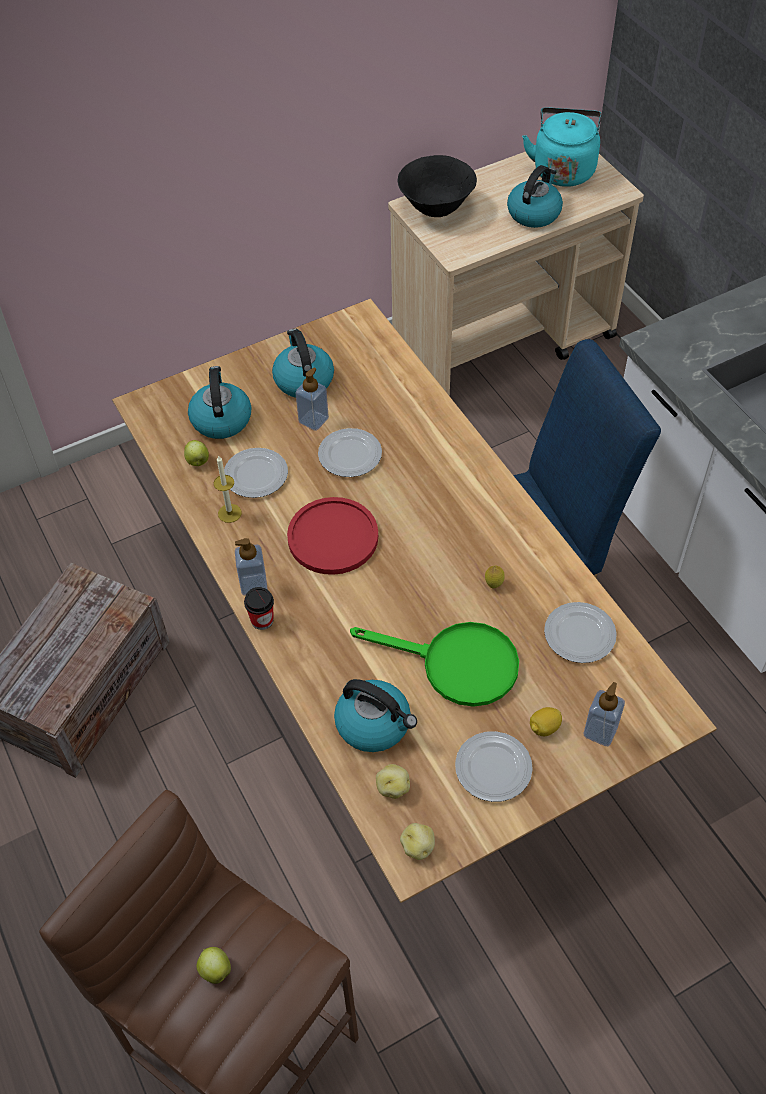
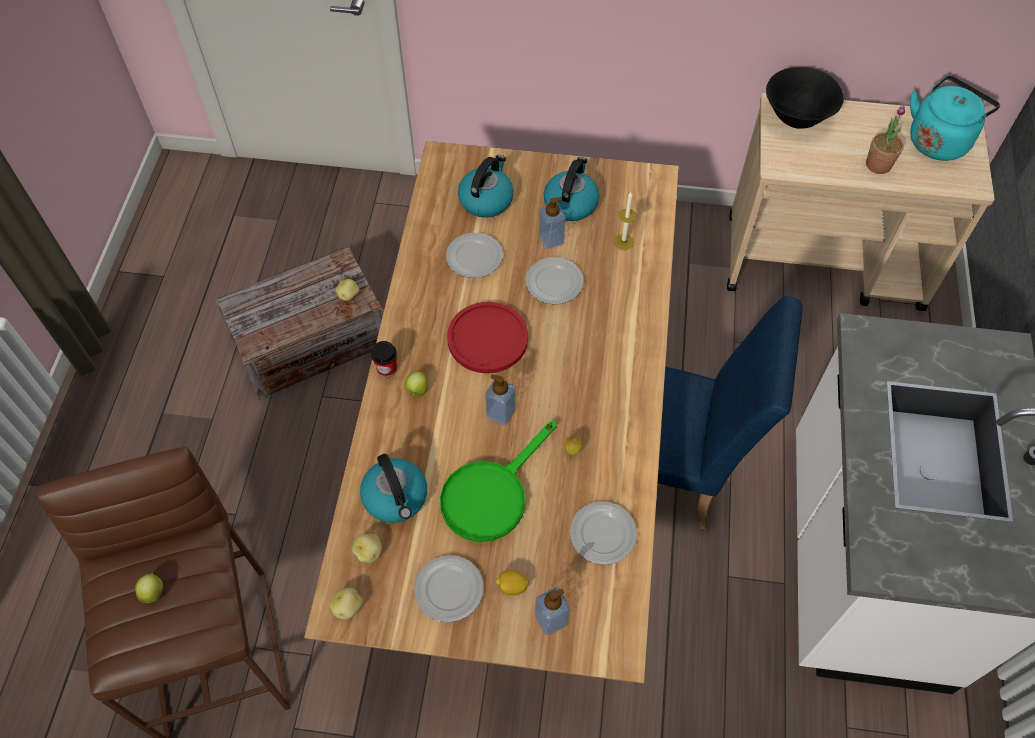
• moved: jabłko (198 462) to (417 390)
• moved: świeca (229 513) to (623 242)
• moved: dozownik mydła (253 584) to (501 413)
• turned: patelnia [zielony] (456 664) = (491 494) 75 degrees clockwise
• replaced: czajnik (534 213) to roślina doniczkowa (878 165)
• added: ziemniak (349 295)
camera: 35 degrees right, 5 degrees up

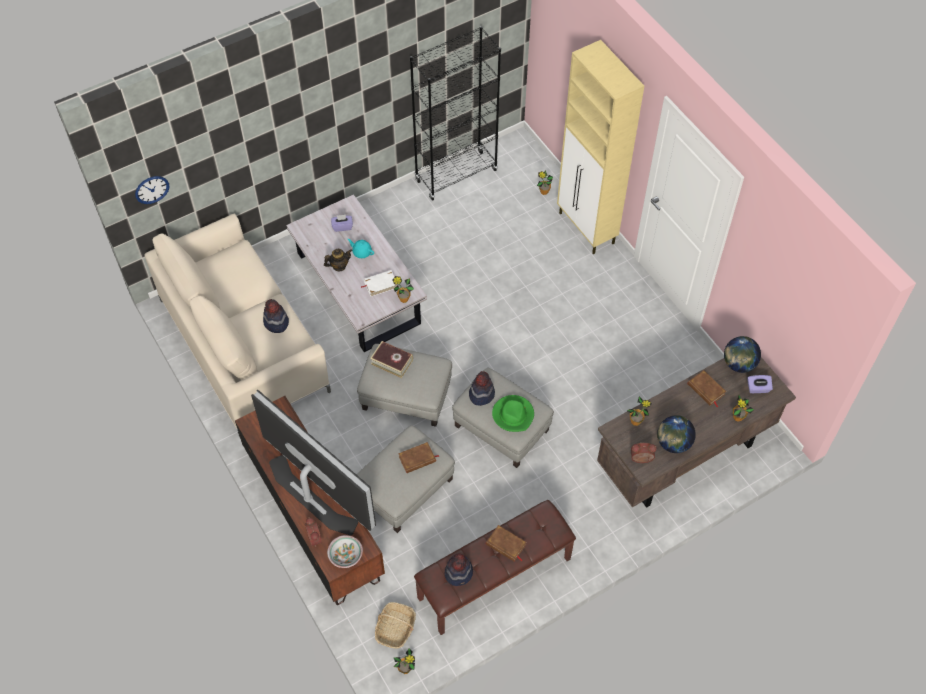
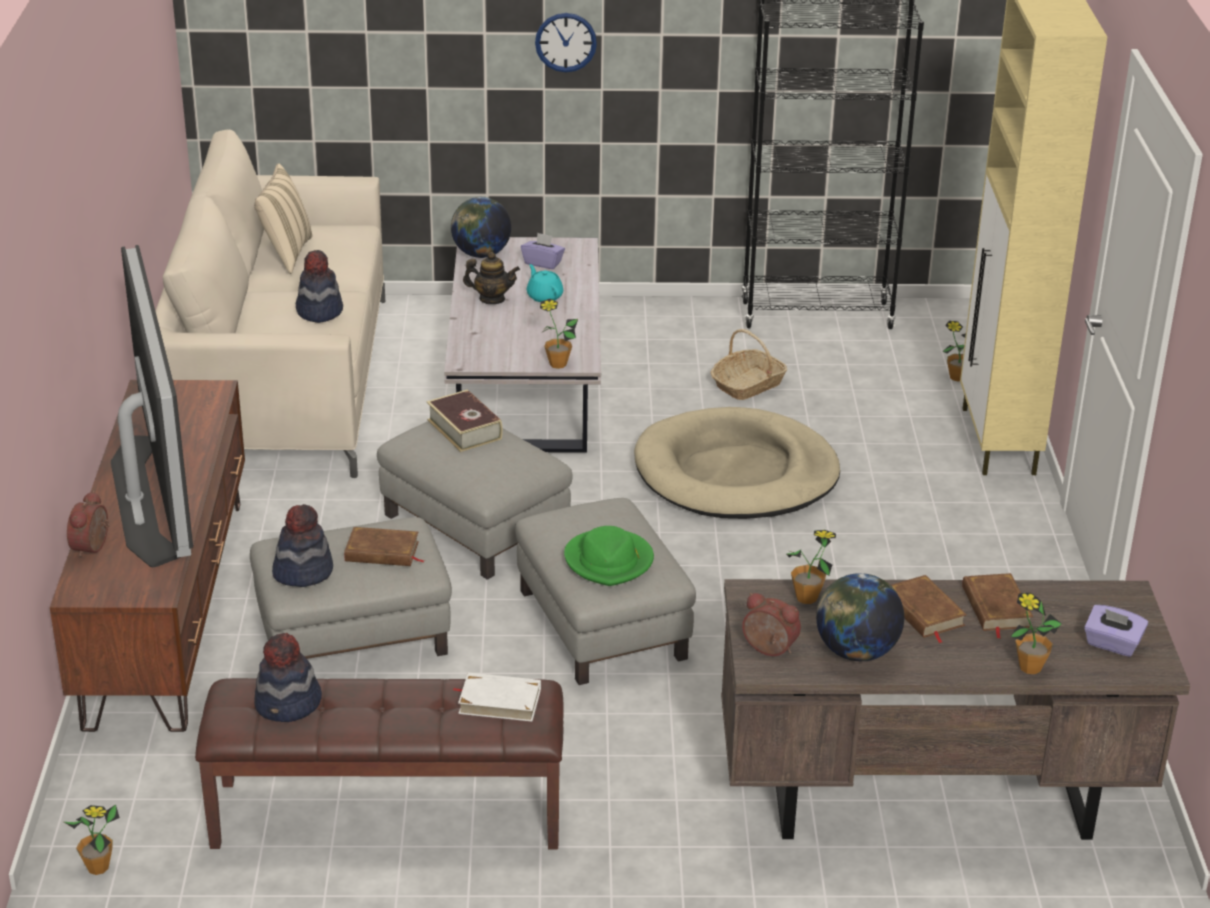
• moved: zegar ścienny (152 189) to (565 42)
• removed: miska (346 555)
• moved: książka [biały] (380 284) to (499 701)
• moved: koszyk (395 628) to (748 385)
• moved: kapelusz (481 394) to (303 571)
• moved: książka [brązowy] (506 545) to (923 612)
• moved: globus (738 364) to (481 254)
• added: poduszka [beżowy] (285 254)
• added: legowisko [beżowy] (736 473)
camera: 30 degrees right, 25 degrees down

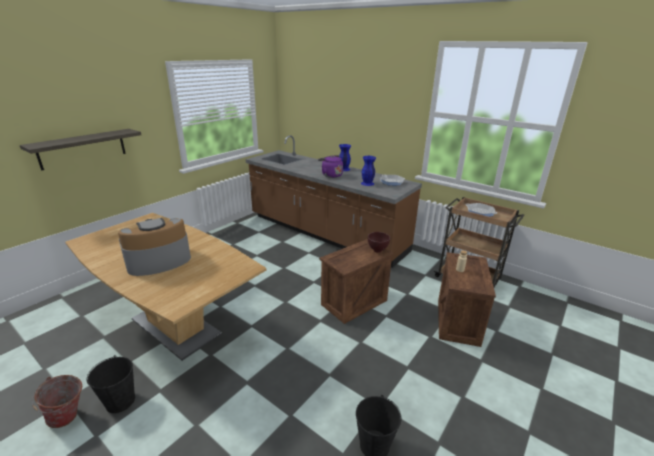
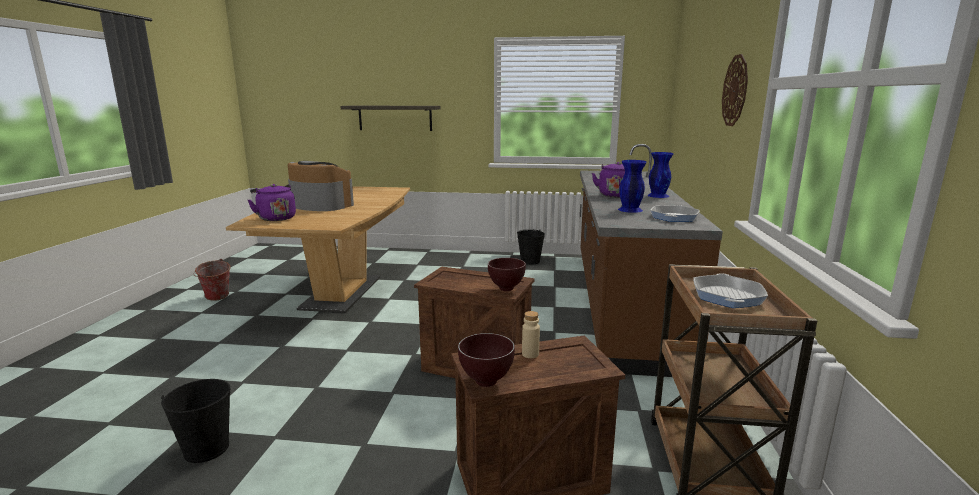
• moved: wiadro [czarny] (120 401) to (530 261)
• added: czajnik [fioletowy] (275 218)
• added: miska [brązowy] (487 383)
• added: zegar ścienny (735 90)
camera: 60 degrees right, 10 degrees down

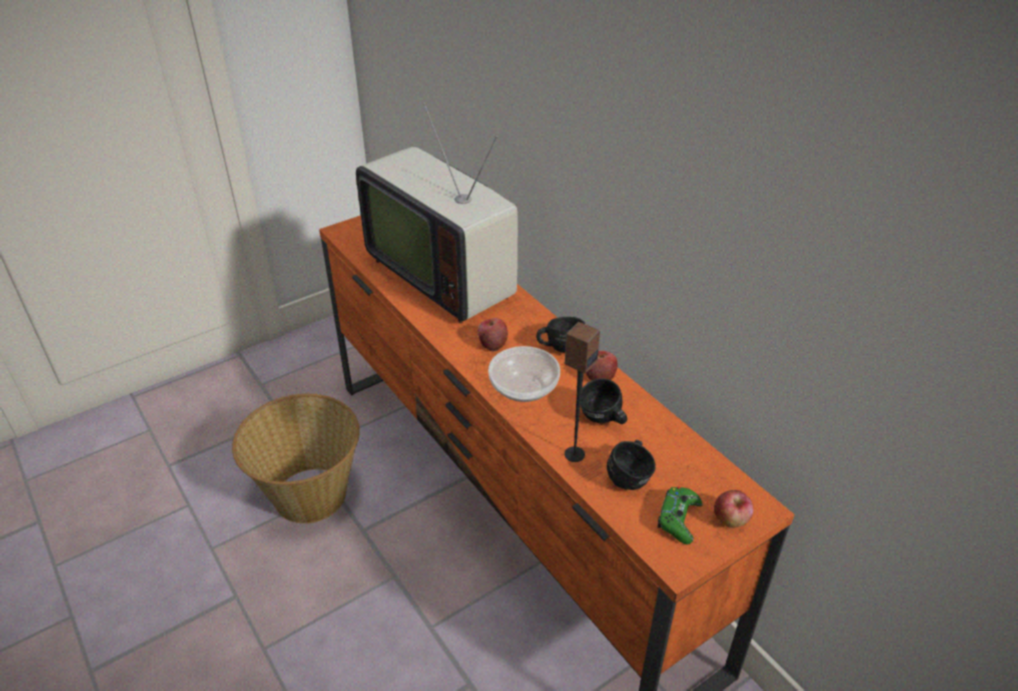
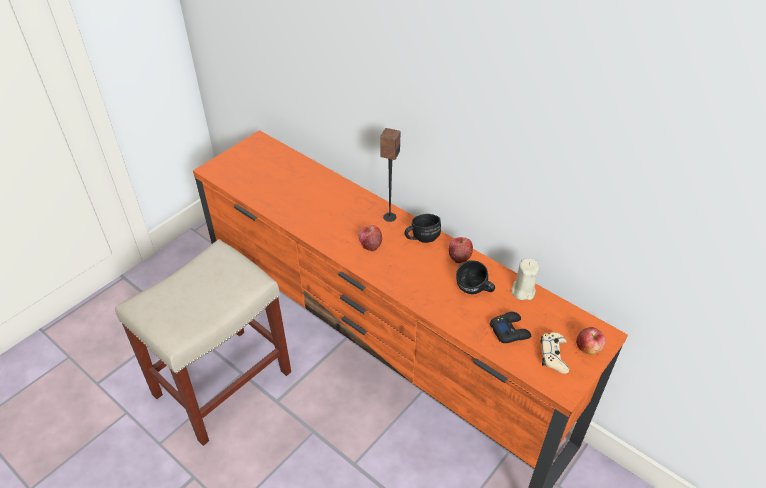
• replaced: koszyk (309 494) to stołek [beżowy] (224 381)
• removed: telewizor (444 274)
• removed: miska (524 389)
• moved: głośnik (574 454) to (389 217)
• replaced: kubek [czarny] (631 477) to pad do gier [czarny] (510 331)
• recoloured: pad do gier [zielony] (678 519) to pad do gier [beżowy] (553 355)
• added: świeca [beżowy] (522 291)
camera: 15 degrees left, 5 degrees up

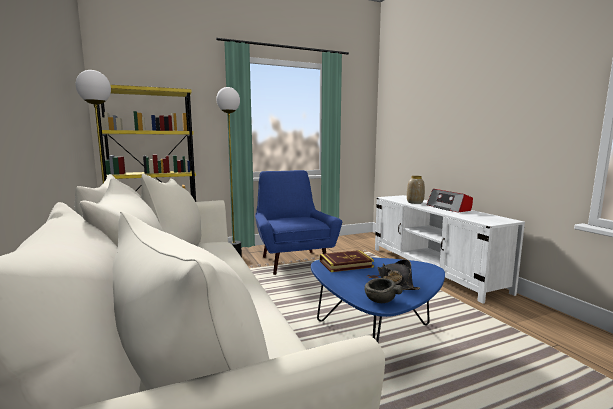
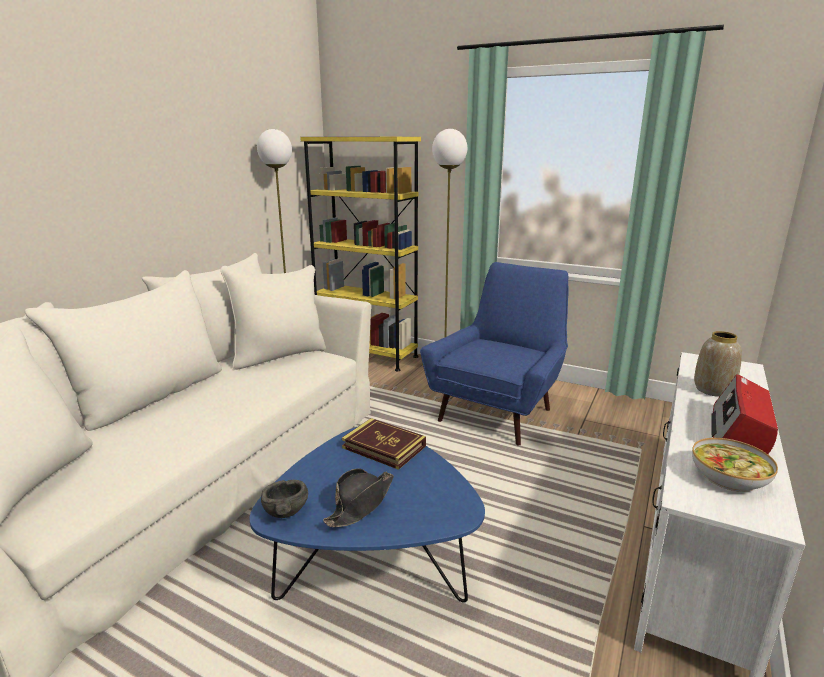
• added: miska (728 476)
camera: 50 degrees right, 10 degrees up

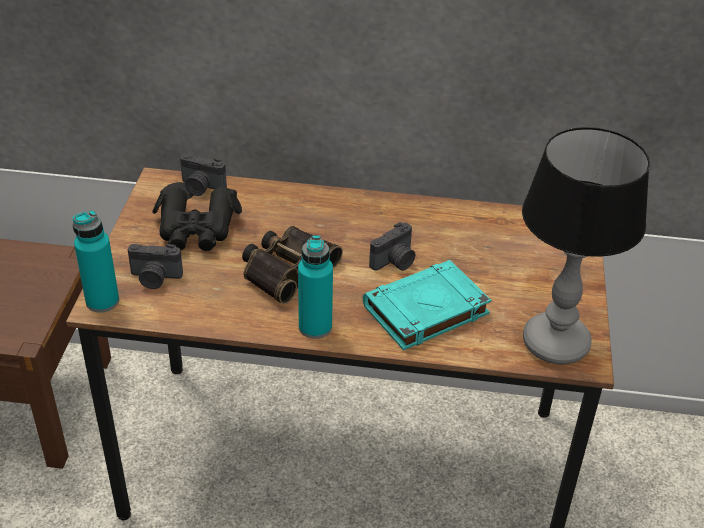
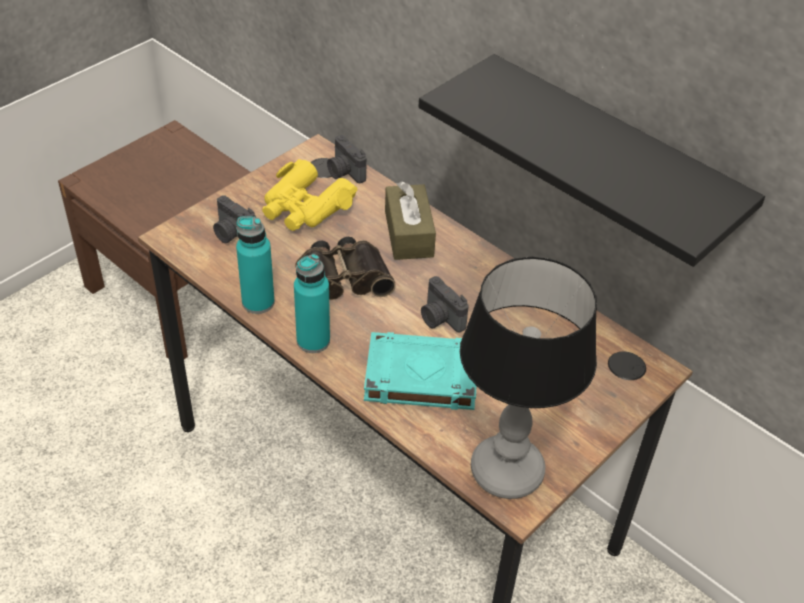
• moved: butelka [turkusowy] (102 301) to (258 302)
• recoloured: lornetka [czarny] (196 229) to lornetka [żółty] (305 207)
• turned: aparat fotograficzny (395 262) = (440 318) 60 degrees clockwise
• added: pudełko chusteczek [brązowy] (408 233)
• added: półka [czarny] (609 166)
camera: 35 degrees right, 5 degrees up

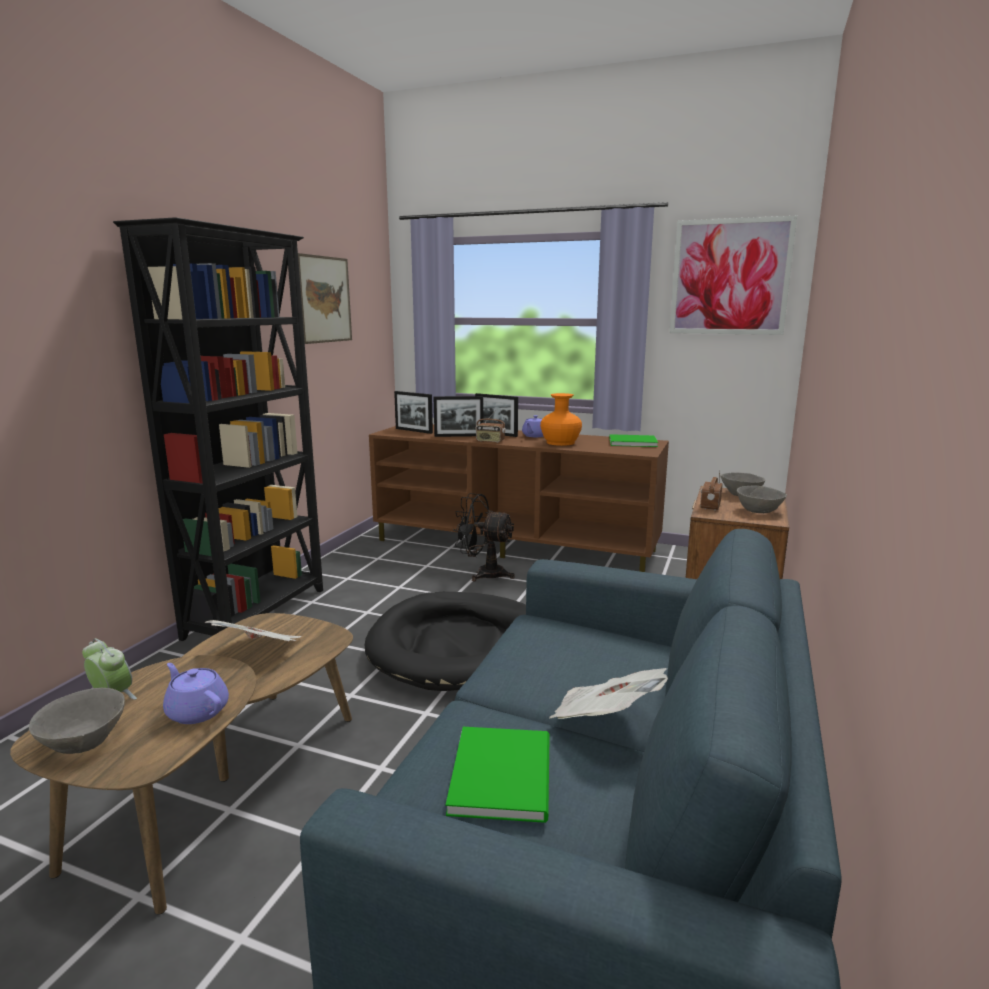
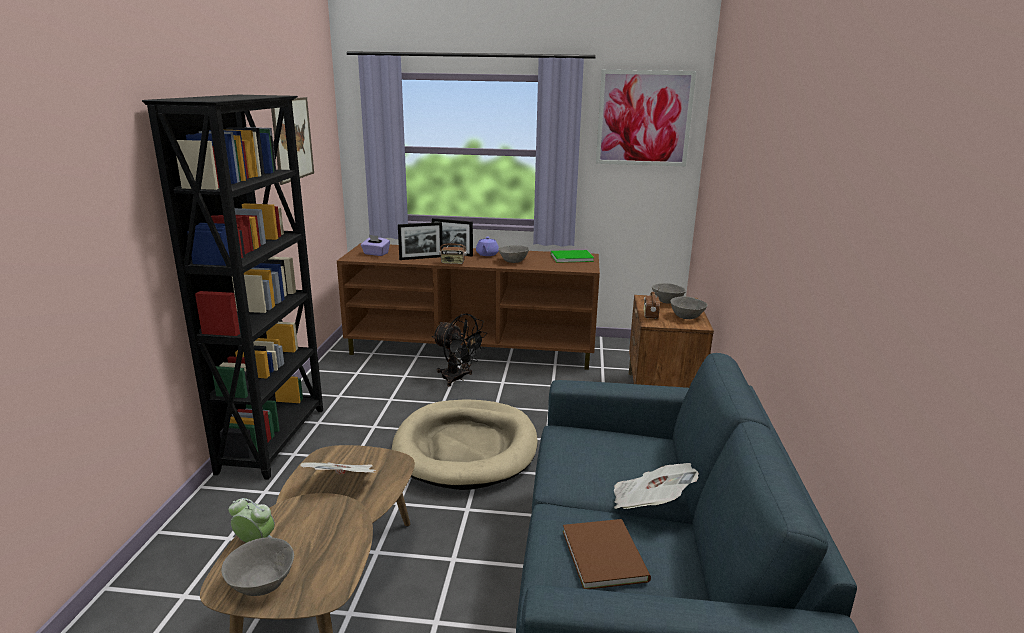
• removed: imbryk [fioletowy] (197 711)
• recoloured: legowisko [czarny] (457 646) to legowisko [beżowy] (466 448)
• replaced: ramka na zdjęcie (414 431) to pudełko chusteczek [fioletowy] (376 254)
• recoloured: książka [zielony] (505 773) to książka [brązowy] (605 553)
• turned: wentylator [czarny] (483 573) = (458 379) 150 degrees counterclockwise
• replaced: wazon [pomarańczowy] (560 442) to miska [szary] (513 261)
camera: 15 degrees left, 5 degrees up

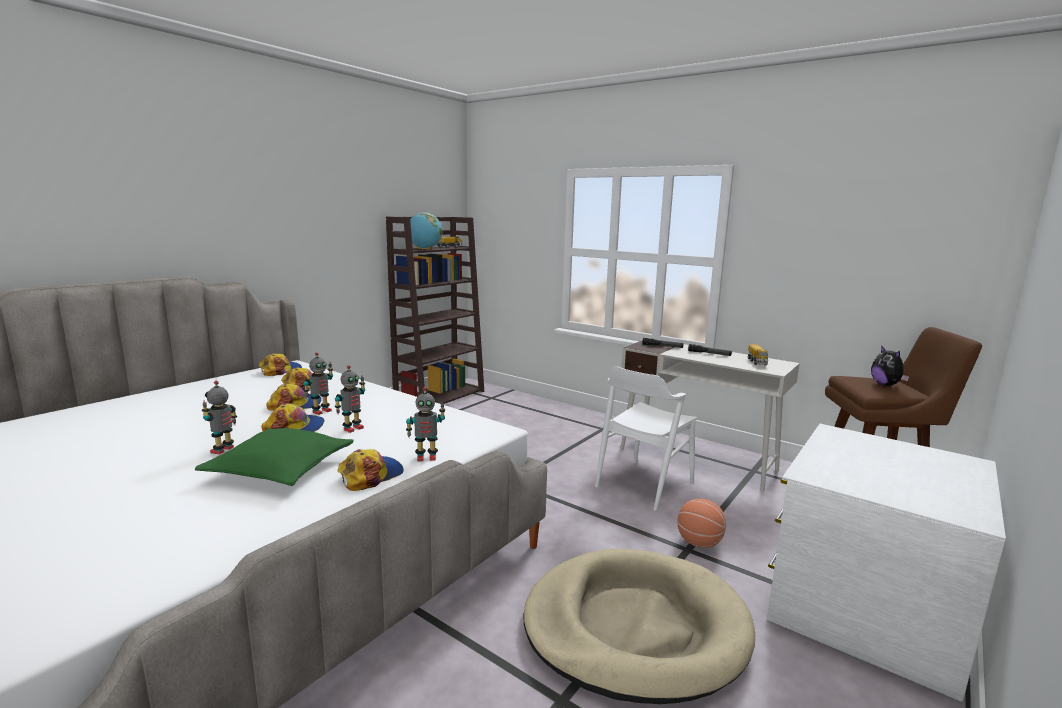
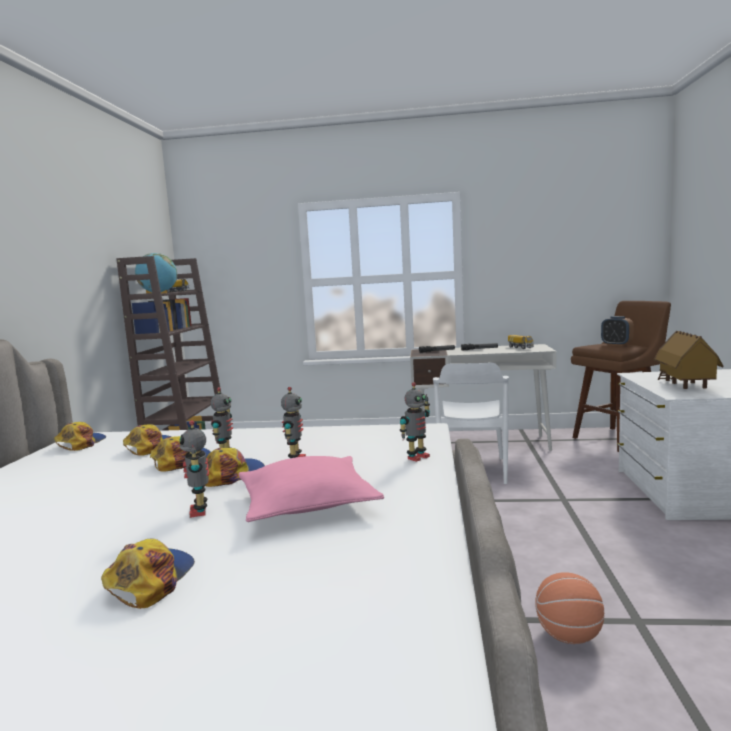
• recoloured: poduszka [zielony] (280 469) to poduszka [różowy] (307 503)
• moved: czapka z daszkiem (371 475) to (150 580)
• removed: legowisko [beżowy] (634 627)
• moved: piłka do koszykówki (699 543) to (569 636)
• replaced: pluszak (886 385) to budzik (616 344)
• added: domek (685 385)
camera: 30 degrees left, 5 degrees down

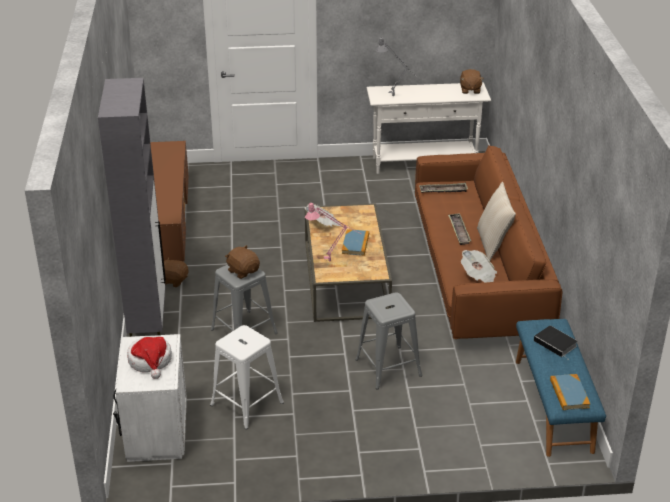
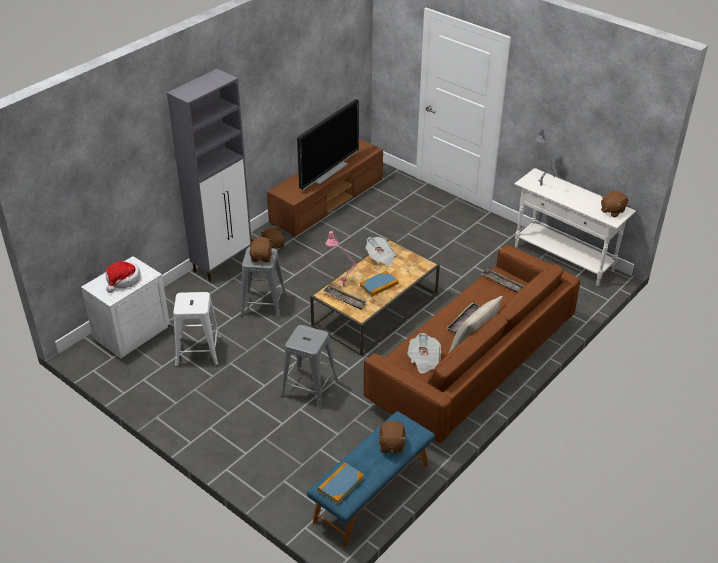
• replaced: książka (556 344) to pluszak [brązowy] (391 445)
• added: telewizor (327 172)
• added: taca (344 299)
camera: 45 degrees right, 5 degrees up

